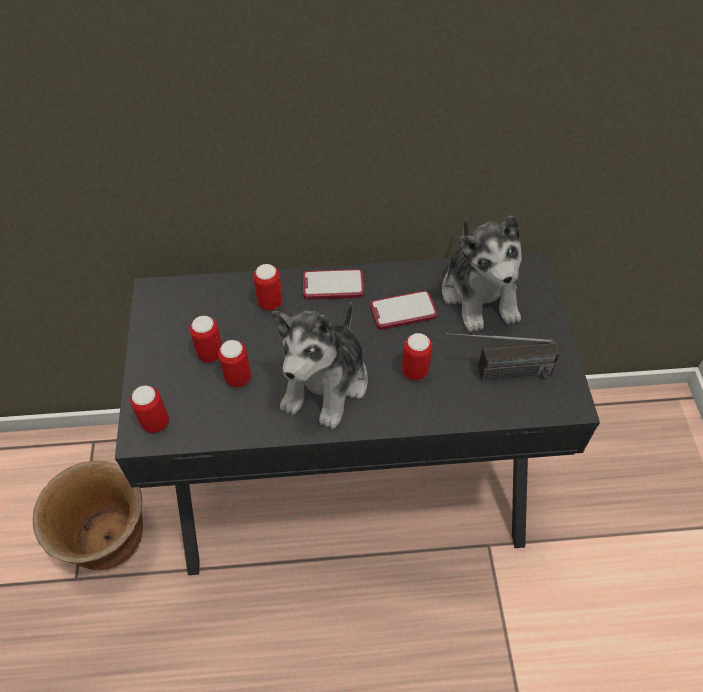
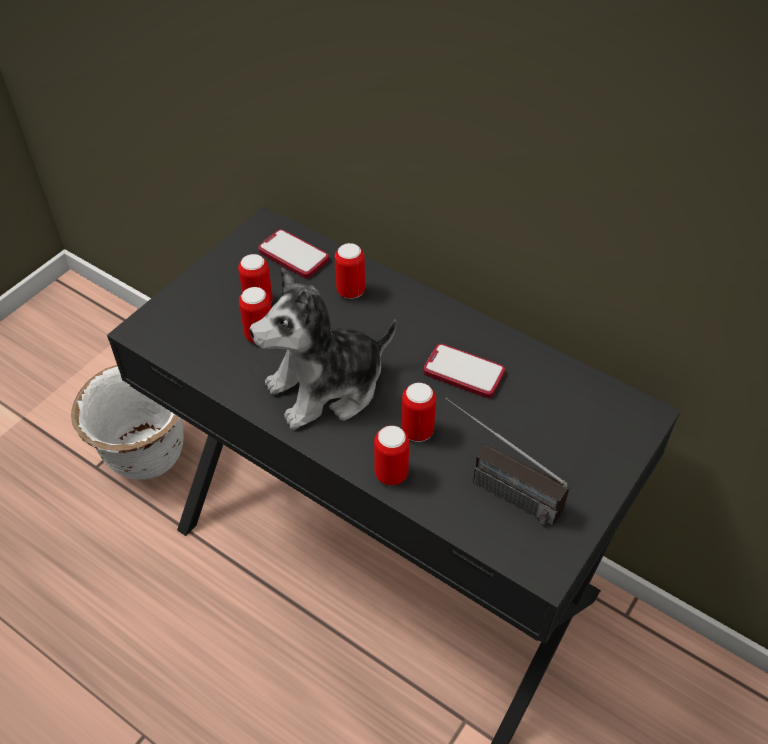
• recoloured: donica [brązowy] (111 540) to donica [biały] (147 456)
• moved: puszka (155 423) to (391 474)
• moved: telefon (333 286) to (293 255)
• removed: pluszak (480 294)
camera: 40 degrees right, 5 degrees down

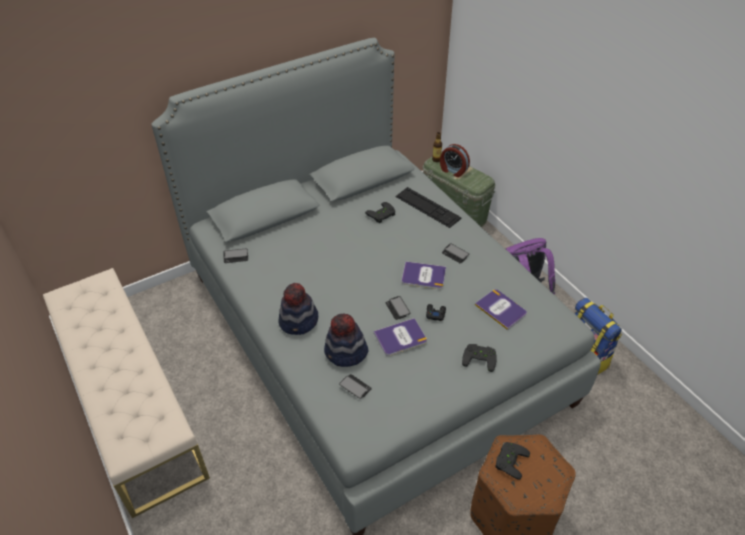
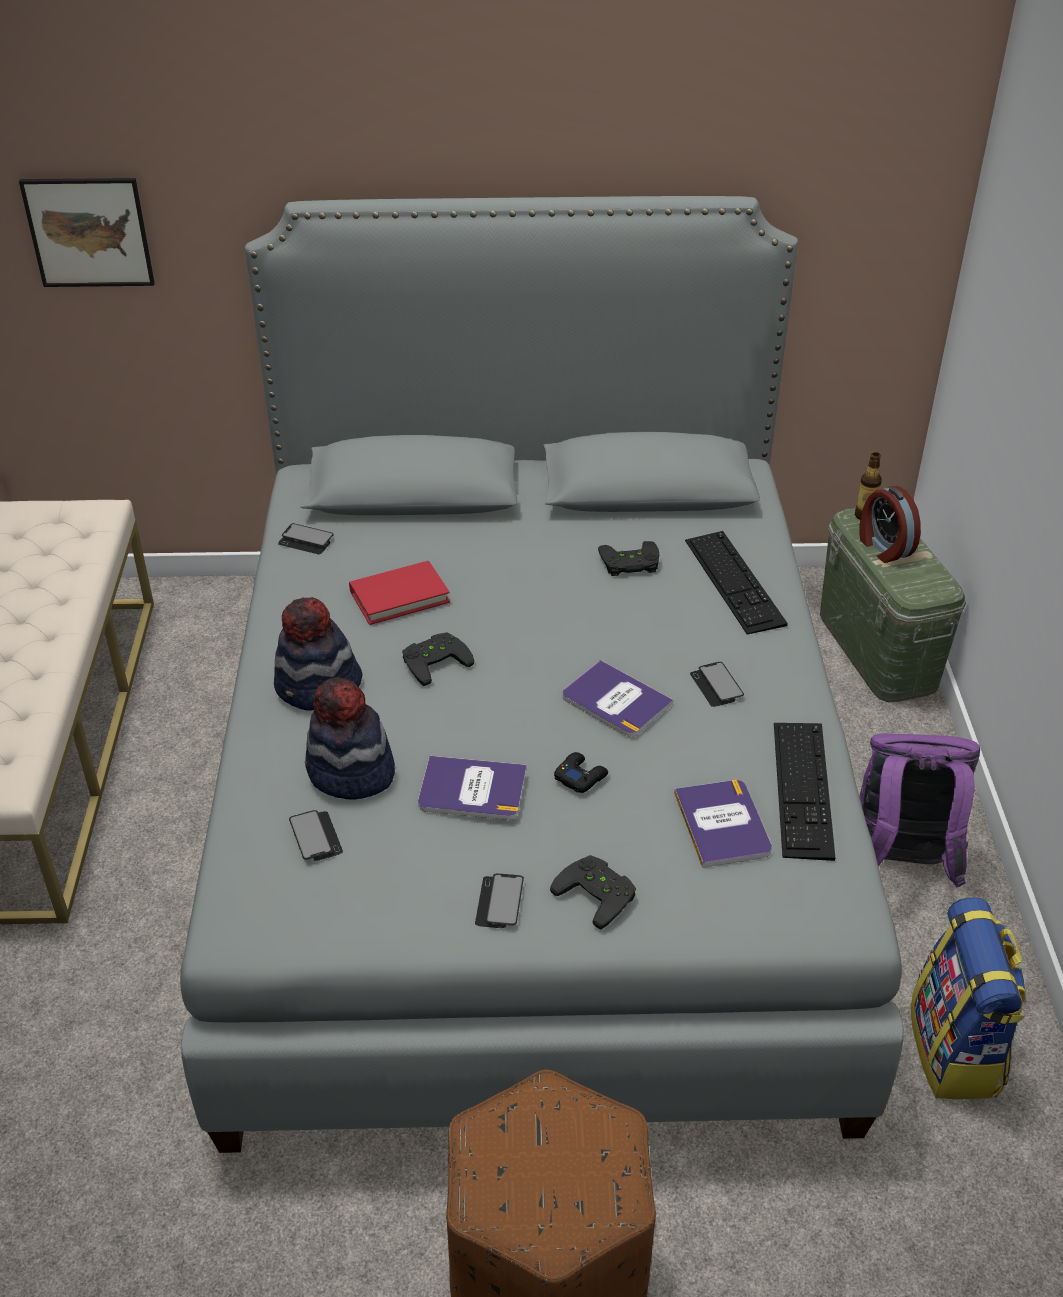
• moved: telefon (397 308) to (499 902)
• moved: pad do gier [czarny] (509 460) to (434 660)
• added: obraz (89 232)
• added: książka [czerwony] (399 596)
• added: klawiatura (802 789)
camera: 30 degrees right, 5 degrees down

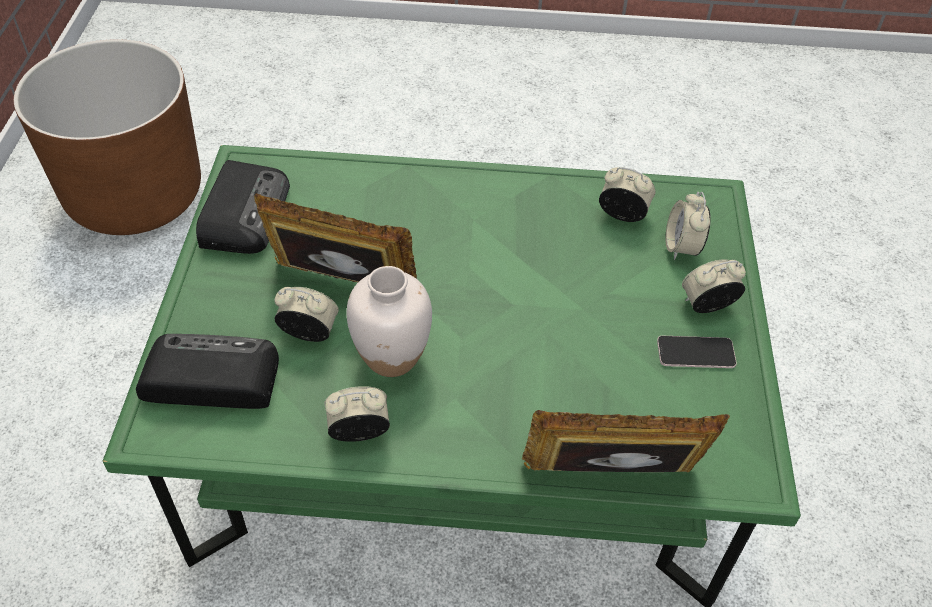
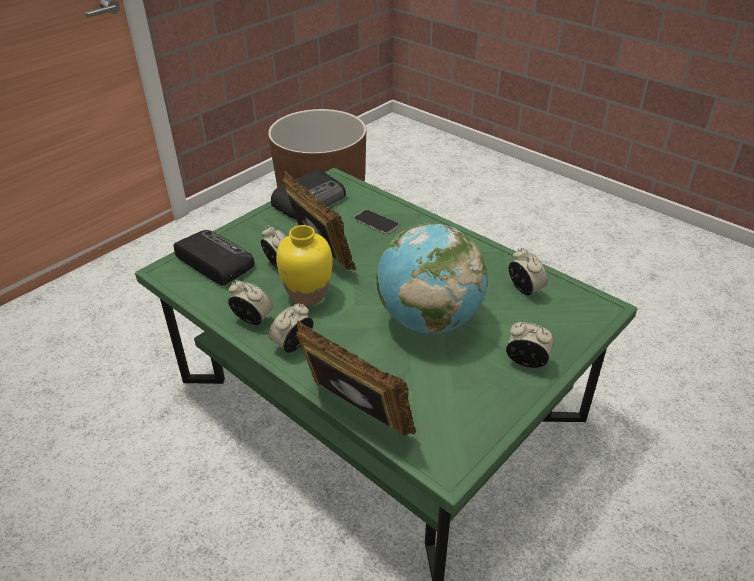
• recoloured: wazon [biały] (391 358) to wazon [żółty] (307 295)
• moved: telefon (695 353) to (376 222)
• moved: budzik (682 247) to (293 345)
• added: globus (429 320)
camera: 40 degrees right, 10 degrees down

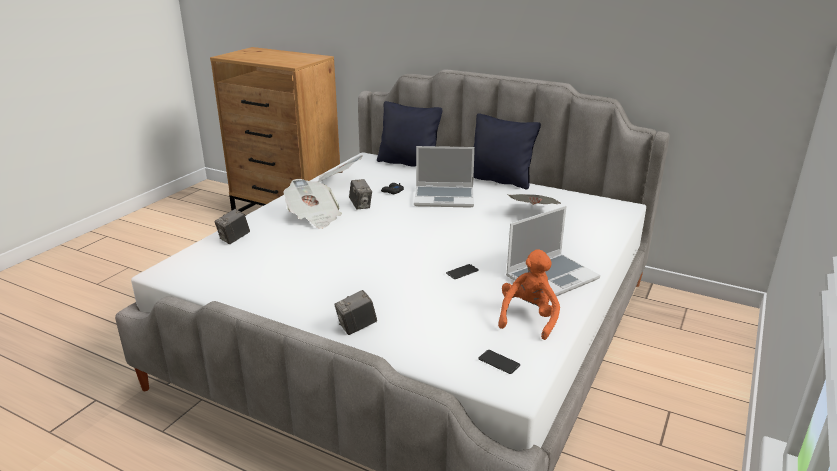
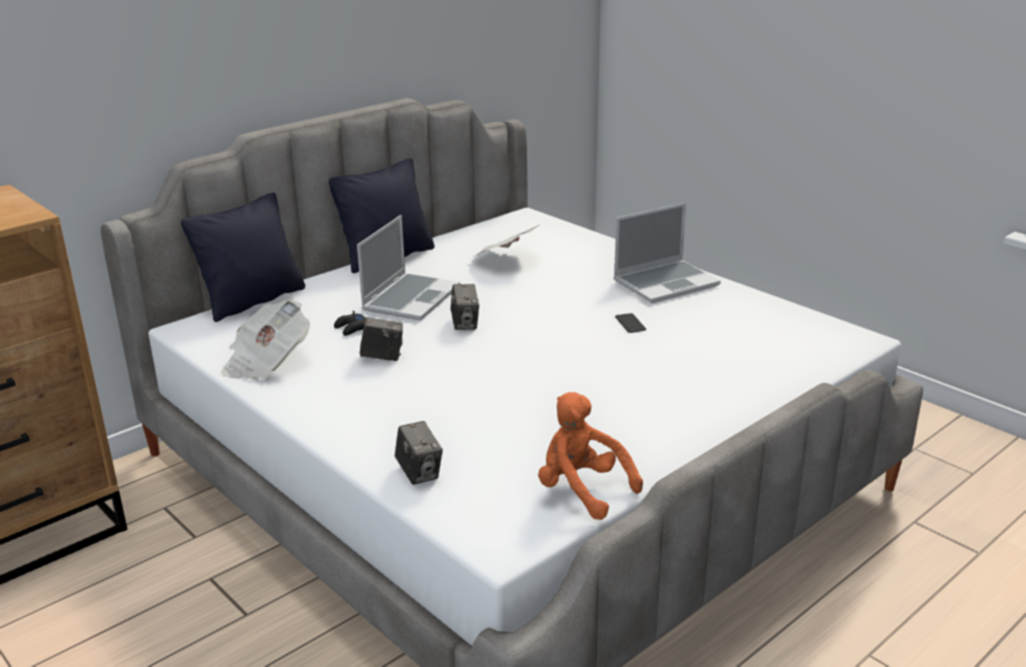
• removed: gazeta (314 217)
• moved: aparat fotograficzny (356 327) to (465 324)
• removed: telefon (499 362)
• moved: pluszak [pomarańczowy] (528 318) to (582 490)
• turned: laptop (552 277) = (666 283) 75 degrees clockwise
camera: 70 degrees left, 0 degrees up

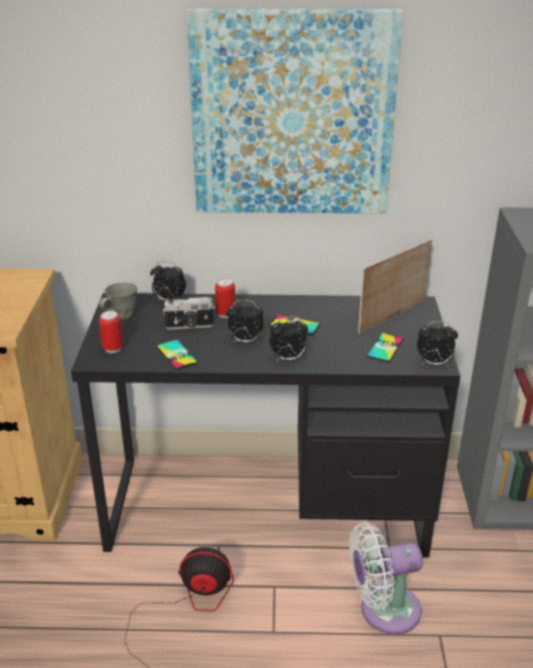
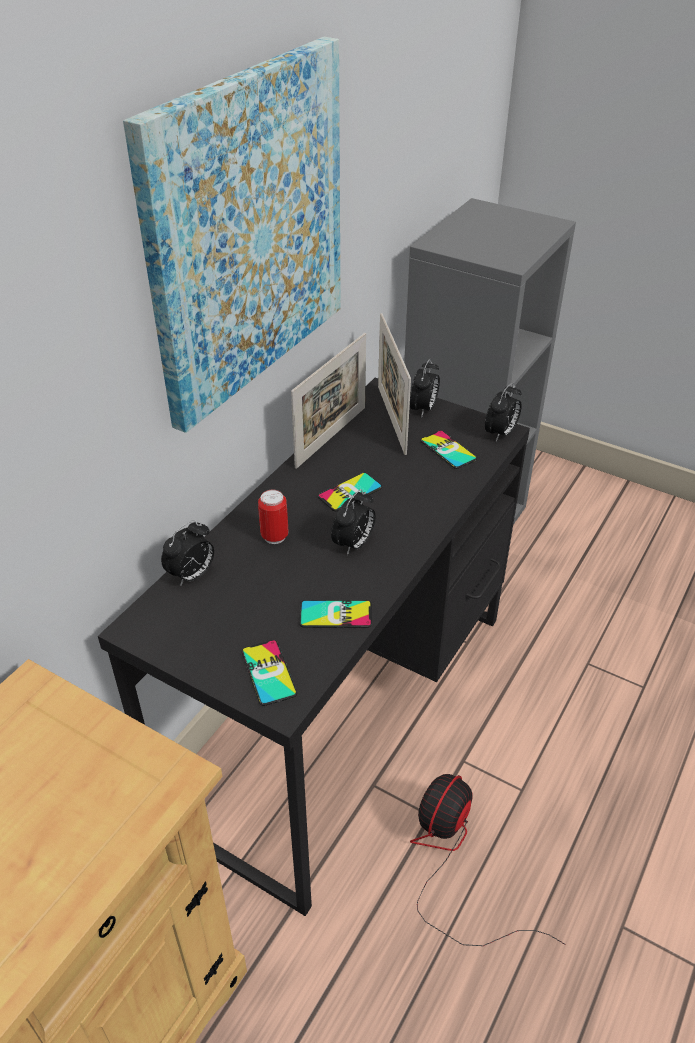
• removed: kubek [szary] (121 316)
• replaced: puszka (113 348) to telefon (268 673)
• removed: aparat fotograficzny (189 326)
• moved: budzik (288 359) to (423 409)
• removed: wentylator [biały] (383 610)
• added: ramka na zdjęcie (331 436)
camera: 60 degrees left, 10 degrees up

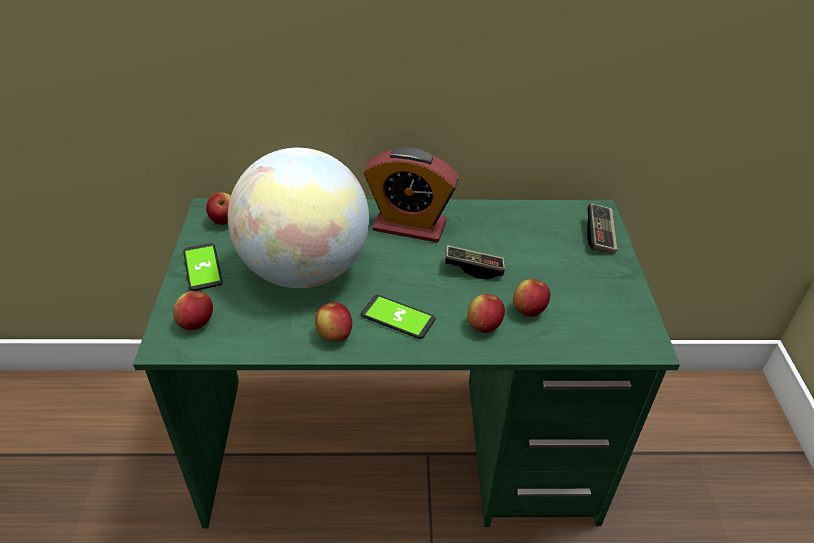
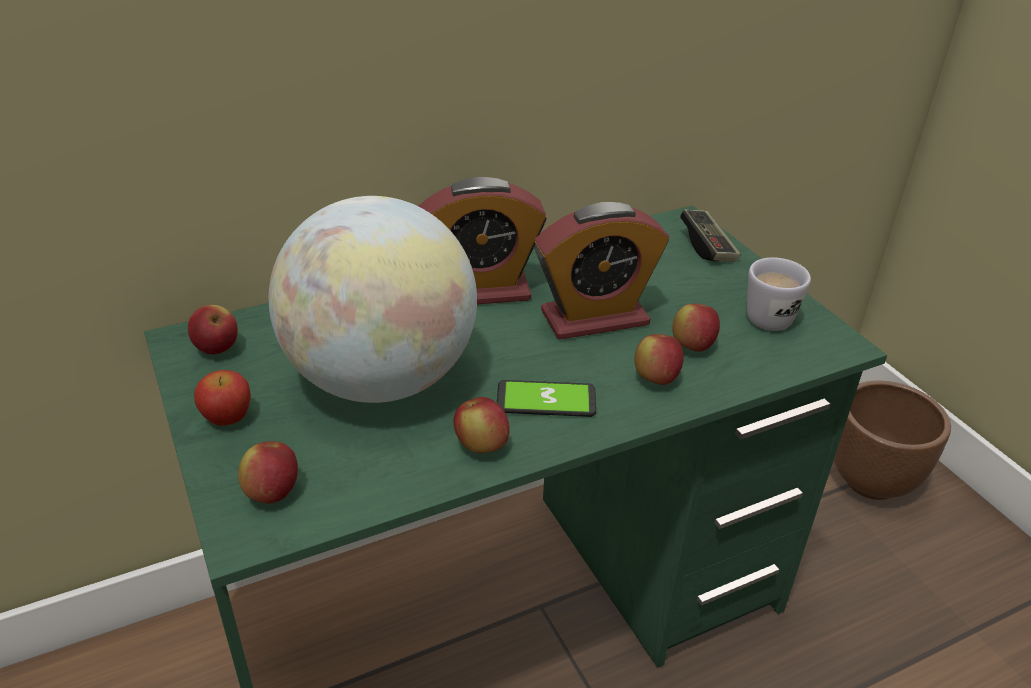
• replaced: telefon (202 268) to jabłko (227 417)
• replaced: pad do gier (473 268) to budzik (594 318)
• added: kubek [biały] (773 315)
• added: donica [brązowy] (872 481)
camera: 25 degrees left, 5 degrees down

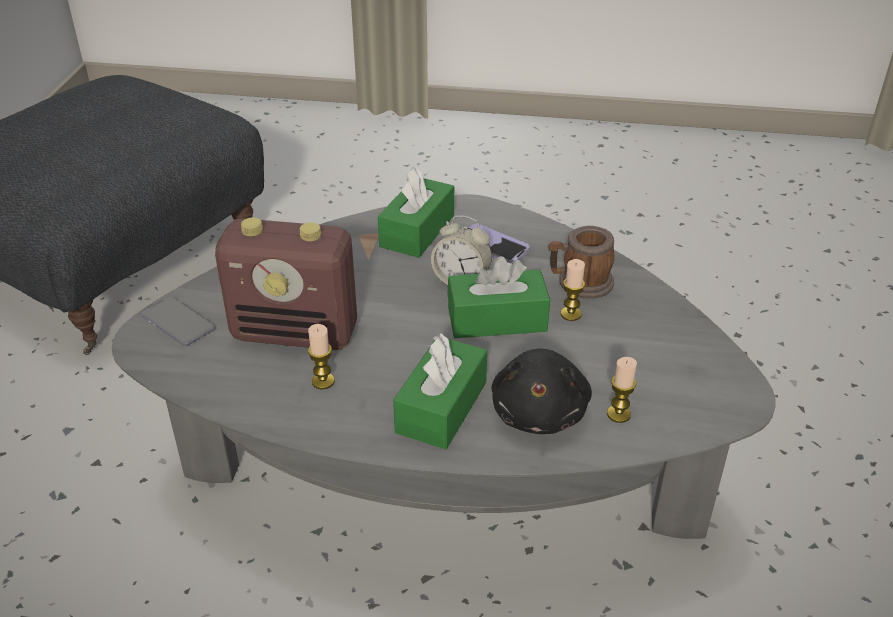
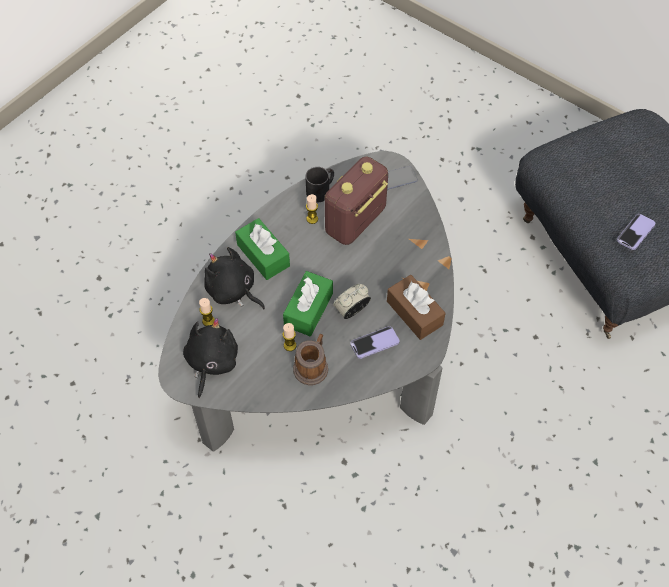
• recoloured: pudełko chusteczek [zielony] (417 231) to pudełko chusteczek [brązowy] (414 313)
• added: pluszak [czarny] (211 362)
• added: kubek [czarny] (321 190)
• added: telefon (635 232)
camera: 120 degrees right, 20 degrees up

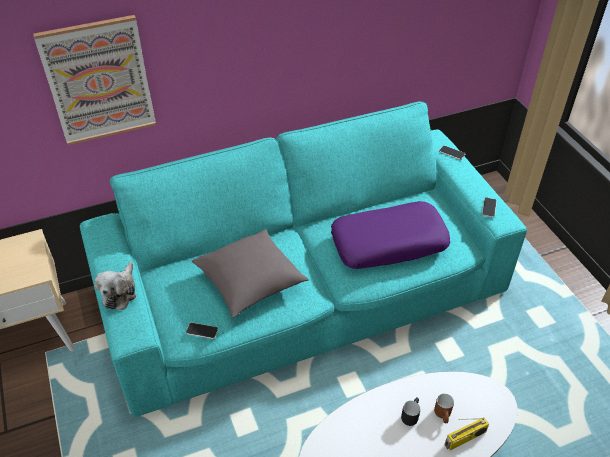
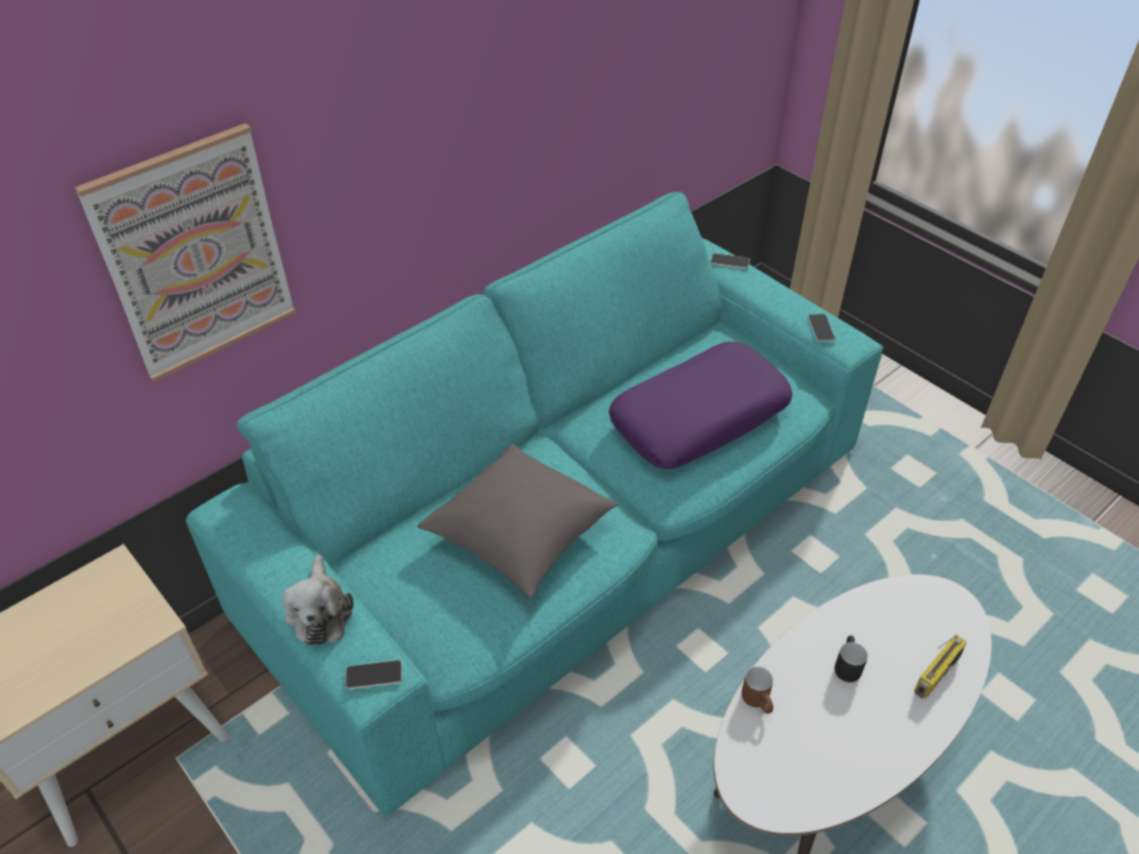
• moved: telefon (202 331) to (374 675)
• moved: kubek [brązowy] (444 415) to (759 701)
camera: 20 degrees left, 0 degrees up

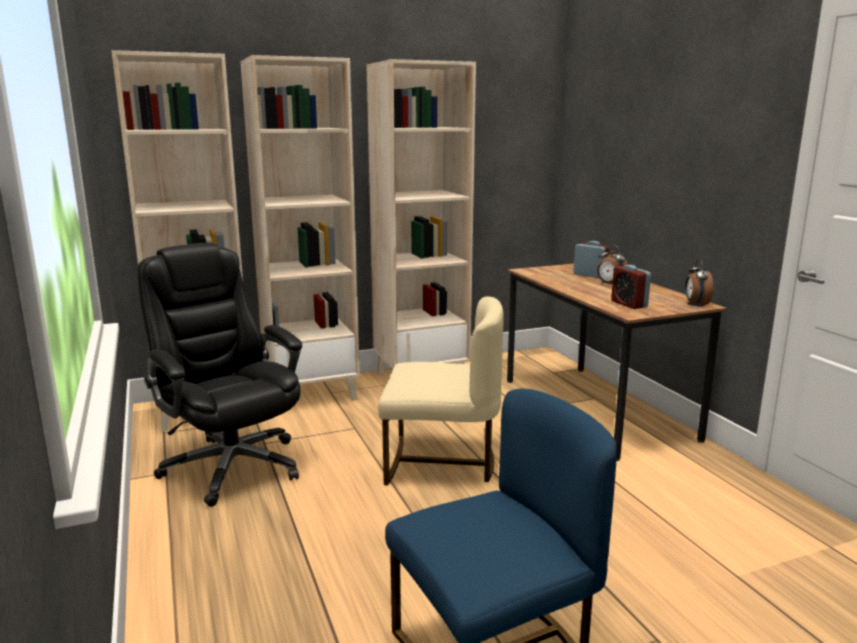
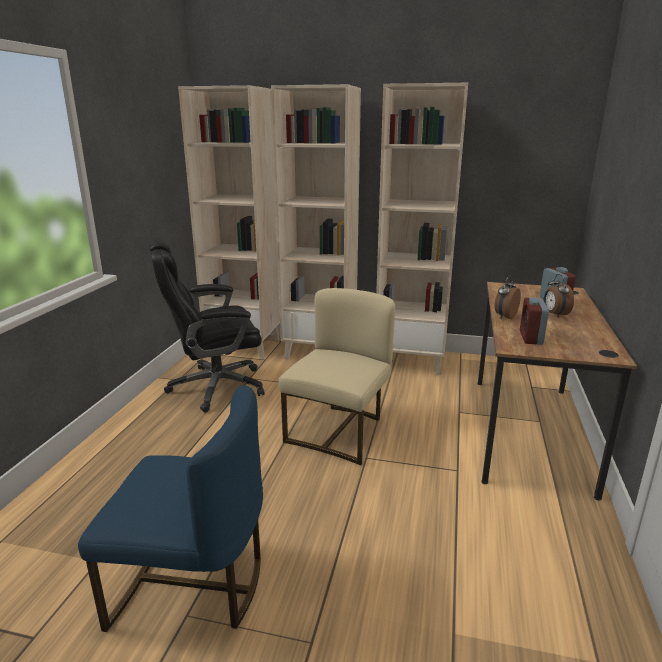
• turned: krzesło biurowe [czarny] (231 465) = (214 387) 105 degrees counterclockwise
• turned: krzesło [beżowy] (441 463) = (339 432) 105 degrees counterclockwise
• moved: budzik (696 304) to (504 317)
camera: 35 degrees right, 5 degrees up

